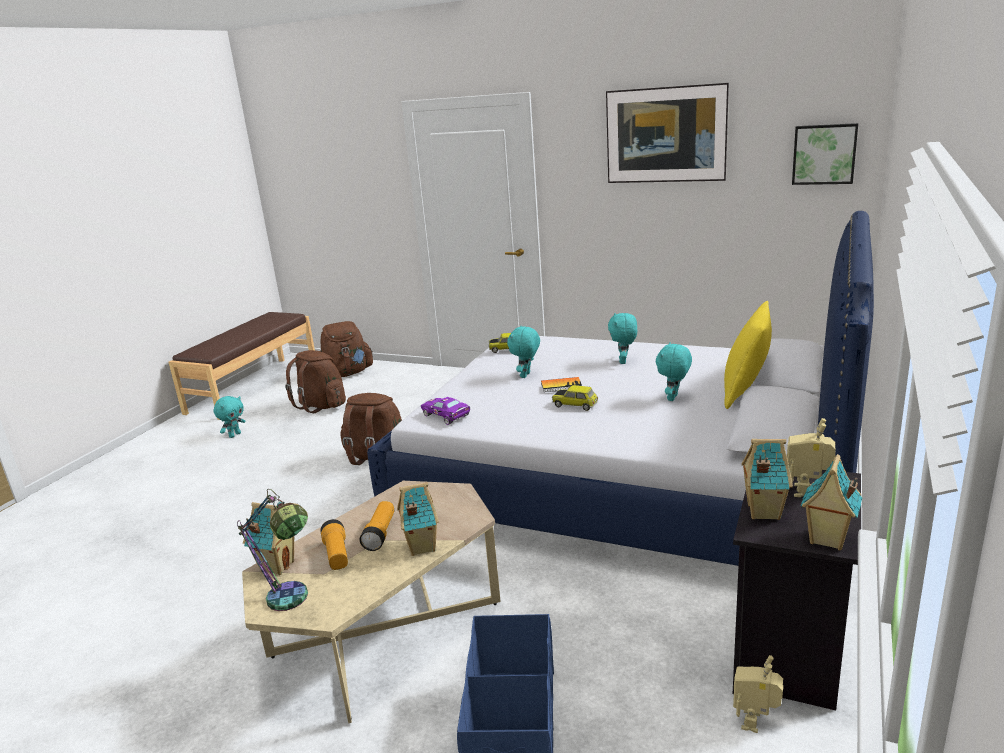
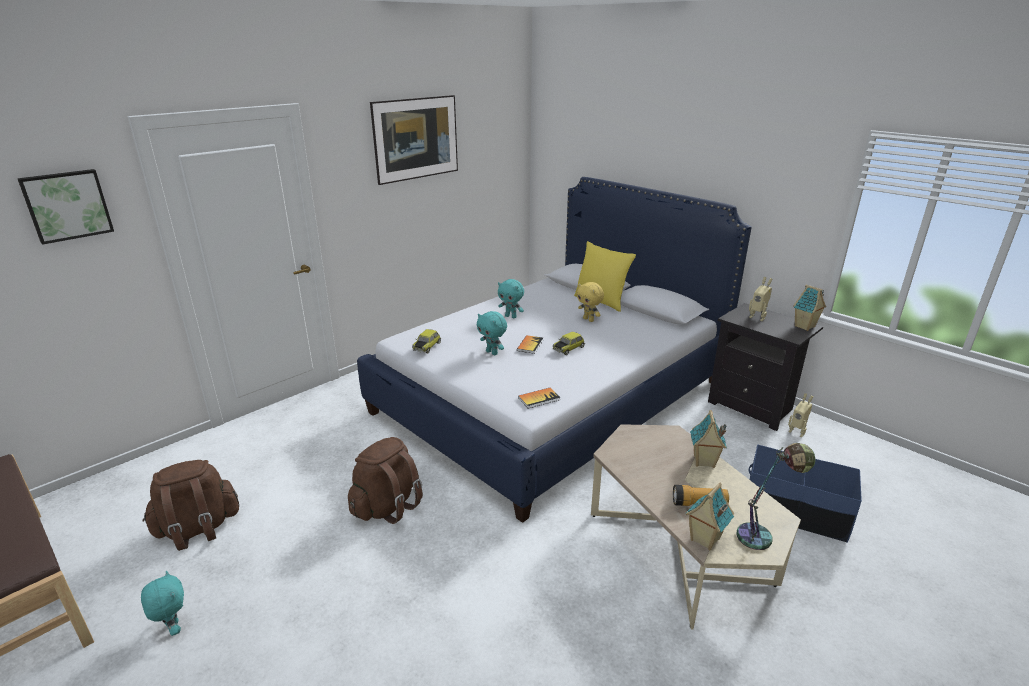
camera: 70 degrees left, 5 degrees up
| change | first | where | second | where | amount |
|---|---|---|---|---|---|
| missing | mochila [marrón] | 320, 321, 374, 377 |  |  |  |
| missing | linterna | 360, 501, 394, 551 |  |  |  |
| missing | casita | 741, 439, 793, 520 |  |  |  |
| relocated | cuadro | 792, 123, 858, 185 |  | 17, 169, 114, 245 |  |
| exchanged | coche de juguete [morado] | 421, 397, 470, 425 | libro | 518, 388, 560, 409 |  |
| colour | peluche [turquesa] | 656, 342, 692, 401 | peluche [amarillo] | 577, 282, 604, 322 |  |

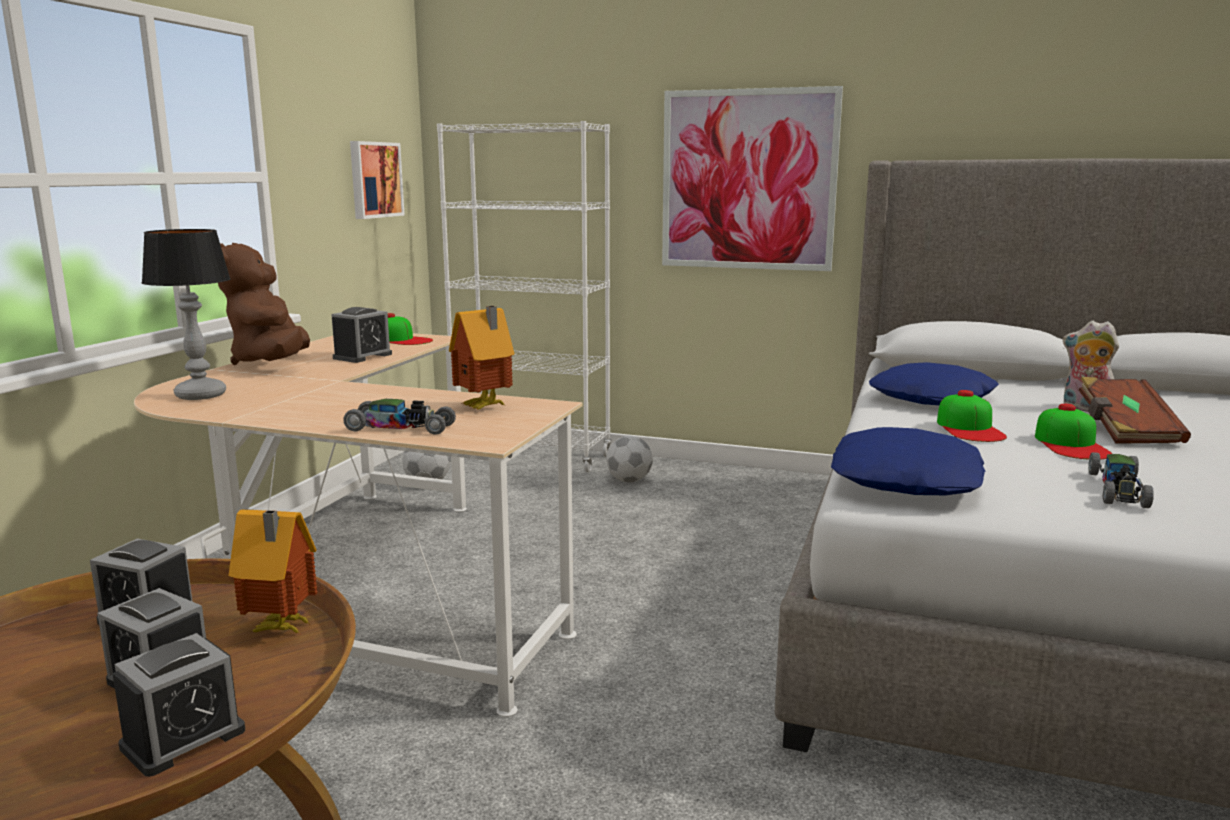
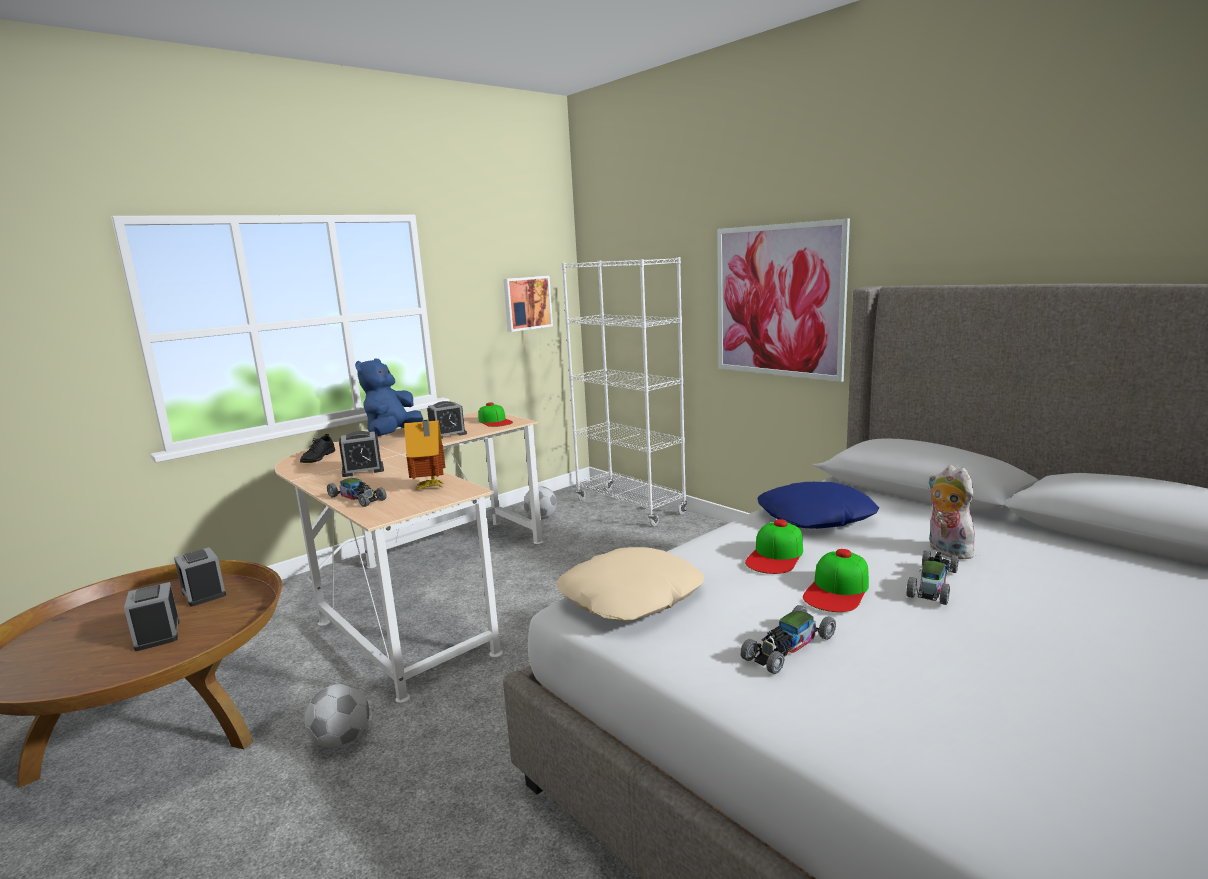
camera: 30 degrees right, 0 degrees up
| change | first | where | second | where | amount |
|---|---|---|---|---|---|
| missing | casita | 228, 509, 318, 634 |  |  |  |
| relocated | despertador | 112, 633, 245, 777 |  | 339, 431, 384, 477 |  |
| relocated | balón de fútbol | 606, 436, 653, 482 |  | 304, 684, 369, 749 |  |
| exchanged | lámpara de mesa | 142, 229, 231, 400 | zapato [negro] | 300, 434, 335, 463 |  |
| exchanged | libro [marrón] | 1079, 377, 1191, 444 | coche de juguete | 906, 551, 959, 605 |  |
| colour | peluche [marrón] | 218, 243, 310, 365 | peluche [azul] | 355, 359, 423, 436 |  |
| colour | cojín [azul] | 831, 427, 985, 495 | cojín [beis] | 556, 547, 704, 622 |  |

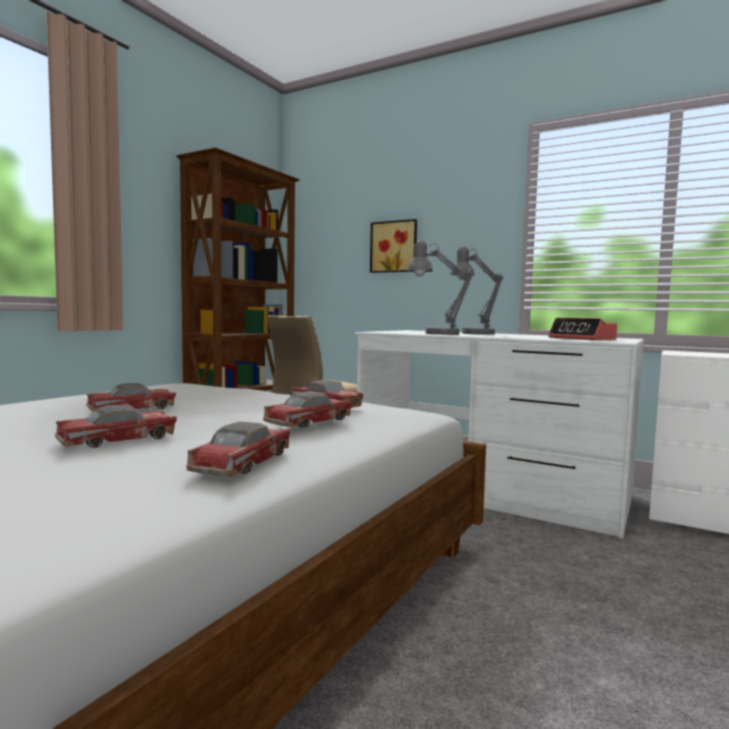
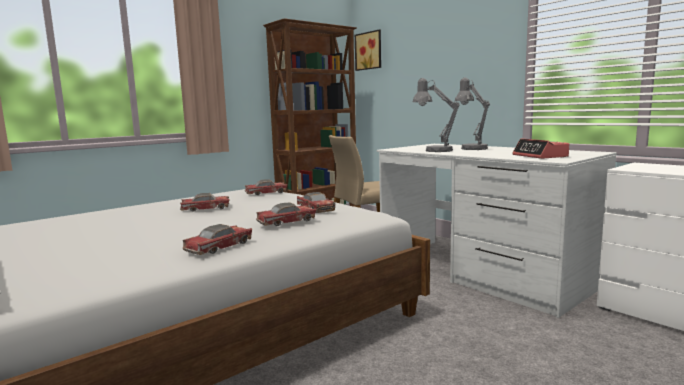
camera: 20 degrees right, 5 degrees up
| change | first | where | second | where | amount |
|---|---|---|---|---|---|
| relocated | coche de juguete | 55, 404, 177, 448 |  | 245, 179, 287, 195 |  |
| relocated | cuadro | 370, 219, 417, 273 |  | 355, 30, 381, 71 |  |

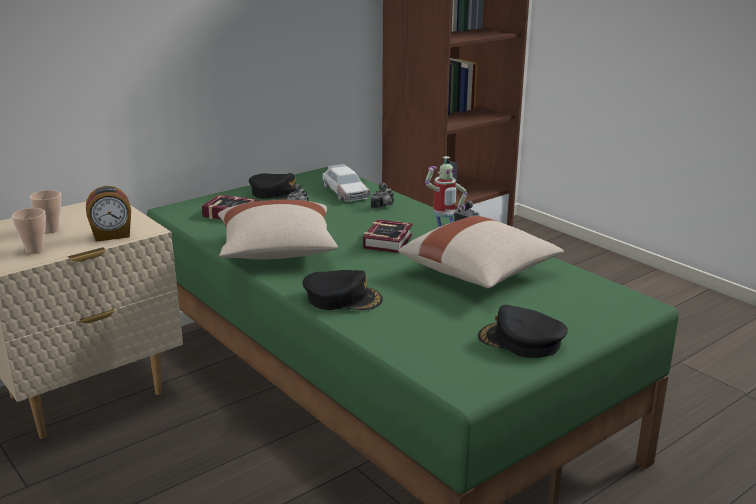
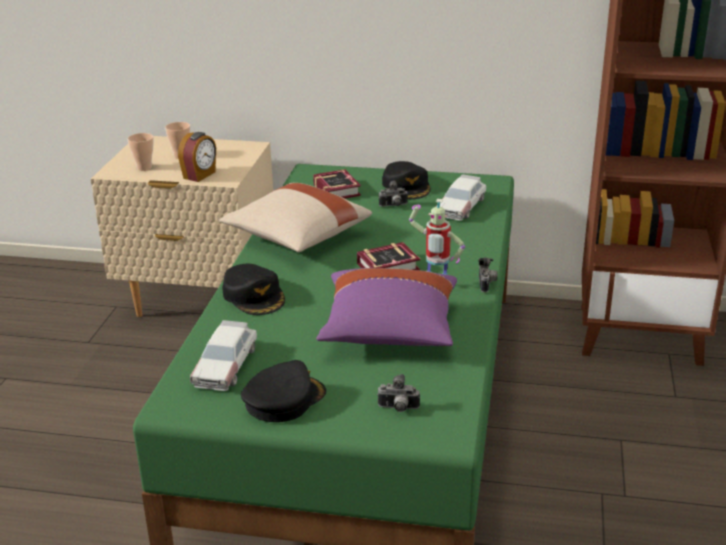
camera: 50 degrees right, 5 degrees up
| change | first | where | second | where | amount |
|---|---|---|---|---|---|
| appeared |  |  | coche de juguete | 190, 320, 257, 391 |  |
| relocated | cámara | 371, 182, 394, 209 |  | 377, 374, 420, 412 |  |
| colour | cojín [beis] | 398, 216, 564, 288 | cojín [morado] | 316, 268, 457, 346 |  |
| spun | despertador | 86, 186, 131, 242 |  | 178, 132, 216, 182 | 90 degrees counterclockwise |
| spun | gorra [negro] | 478, 305, 568, 358 |  | 241, 360, 326, 422 | 60 degrees clockwise |

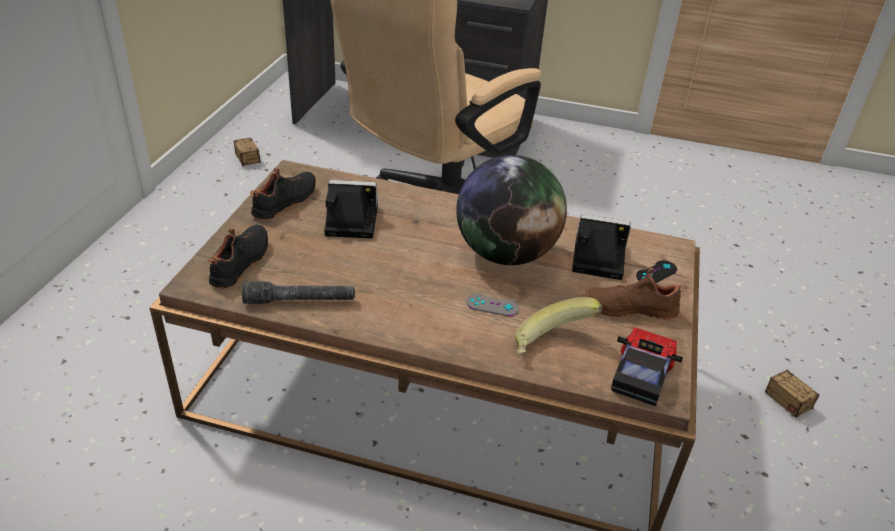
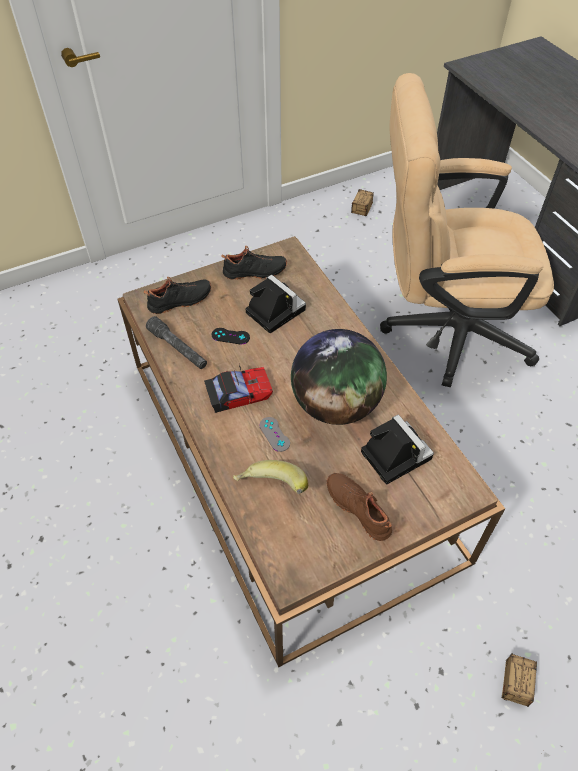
camera: 50 degrees right, 15 degrees up
| change | first | where | second | where | amount |
|---|---|---|---|---|---|
| relocated | coche de juguete | 611, 327, 683, 406 |  | 204, 365, 273, 413 |  |
| relocated | mando de consola [negro] | 636, 260, 677, 283 |  | 211, 328, 250, 344 |  |

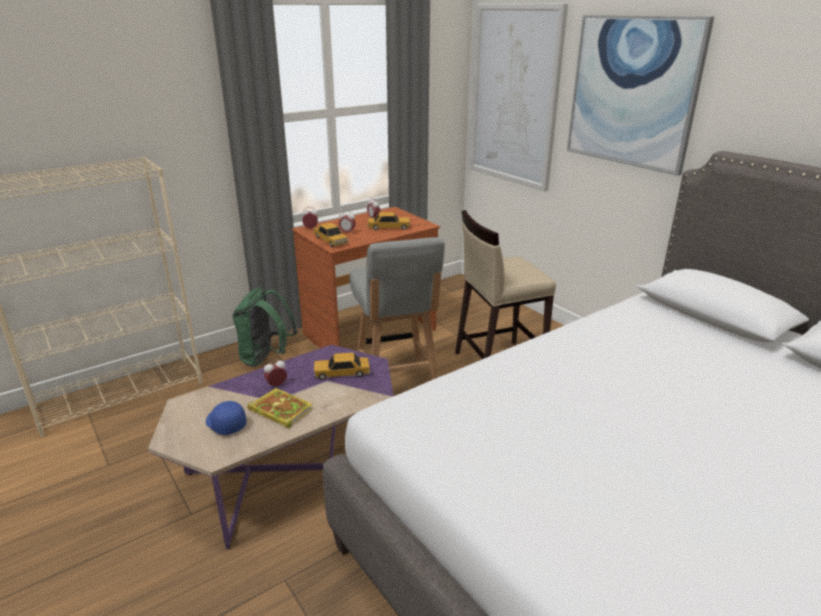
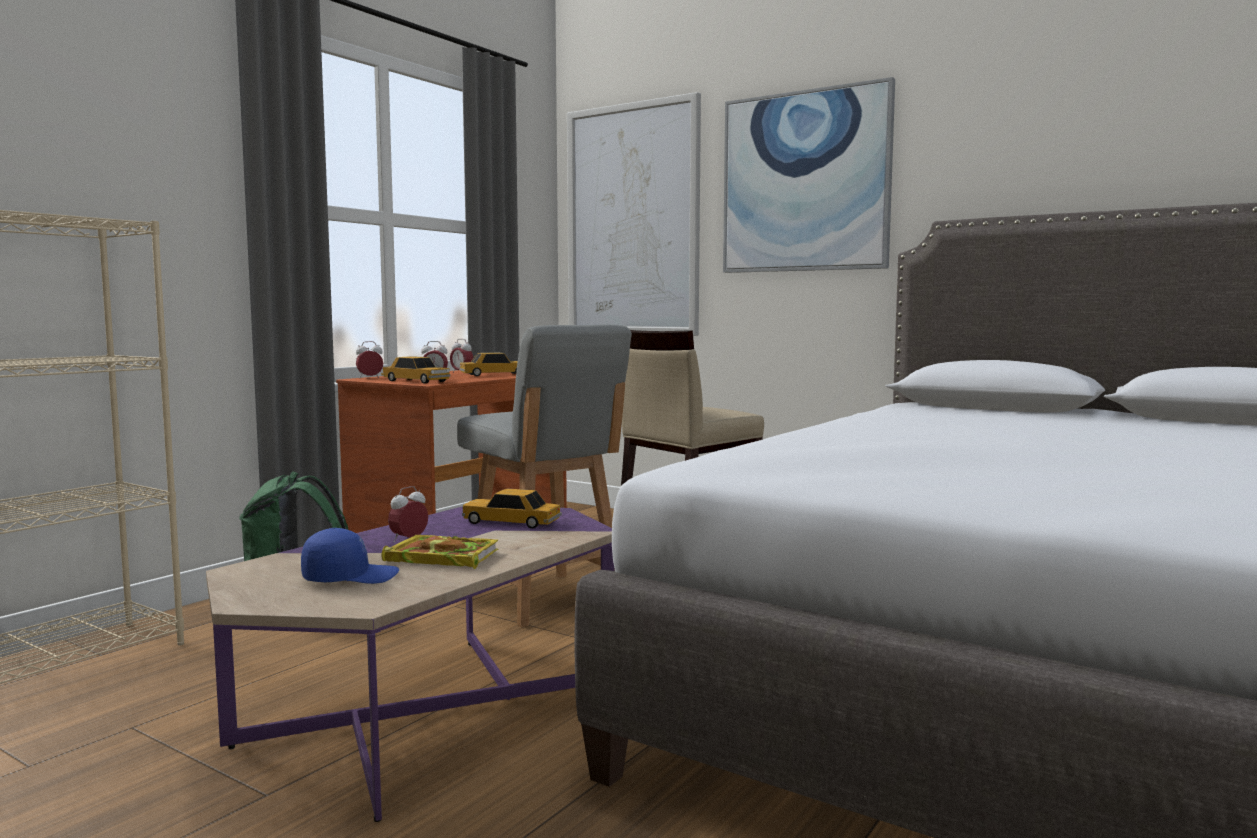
camera: 20 degrees left, 20 degrees down
| change | first | where | second | where | amount |
|---|---|---|---|---|---|
| spun | gorra [azul] | 206, 401, 246, 435 |  | 301, 528, 399, 584 | 135 degrees clockwise |
| spun | coche de juguete | 314, 352, 370, 380 |  | 462, 489, 562, 529 | 45 degrees clockwise |

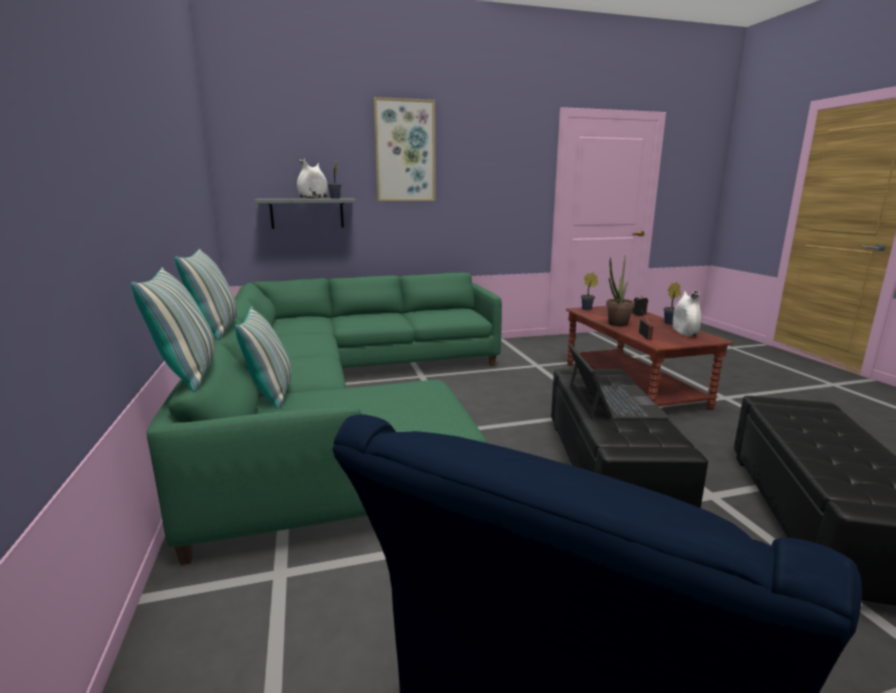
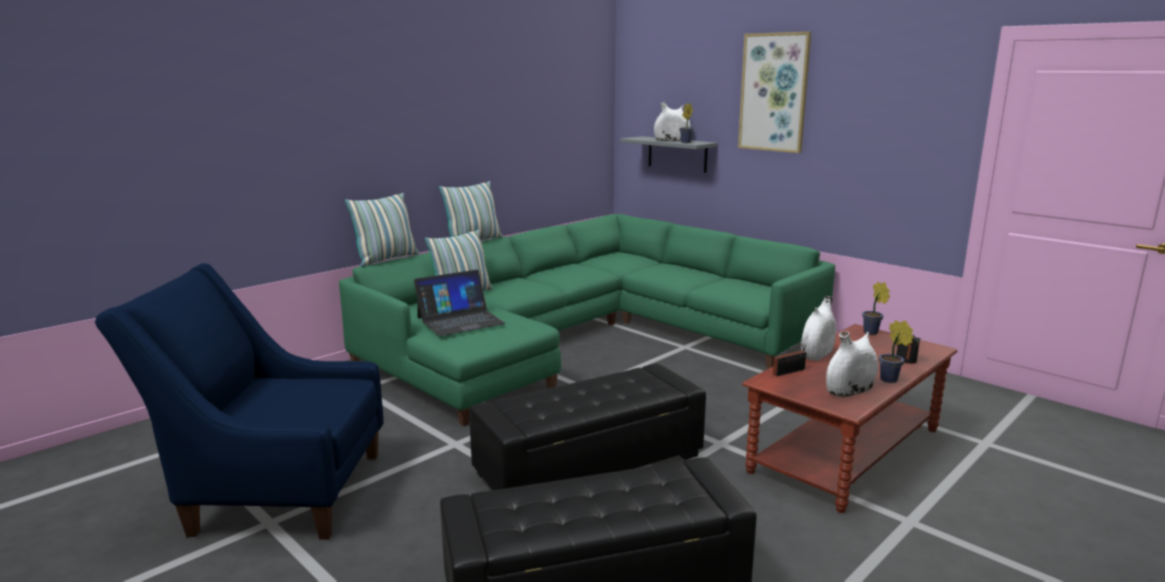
camera: 60 degrees right, 0 degrees up
| change | first | where | second | where | amount |
|---|---|---|---|---|---|
| relocated | portátil | 568, 344, 670, 419 |  | 414, 270, 506, 336 |  |
| exchanged | planta en maceta | 606, 257, 635, 326 | florero [blanco] | 801, 296, 836, 361 |  |

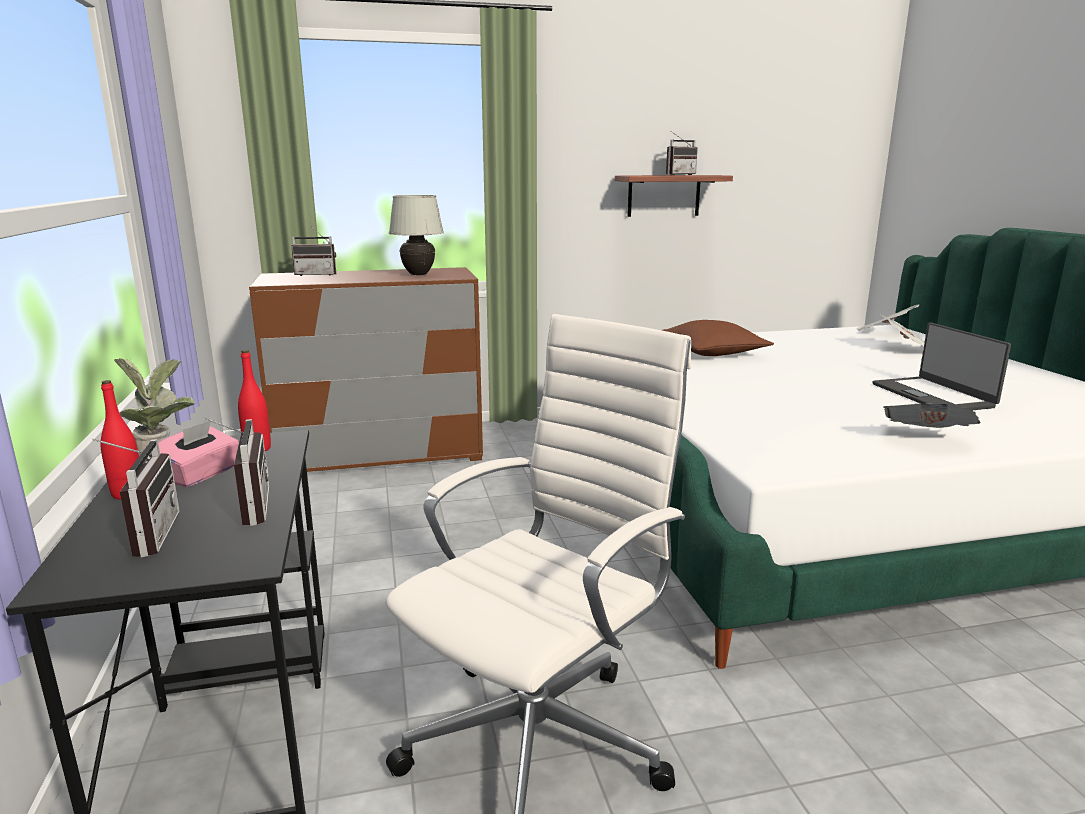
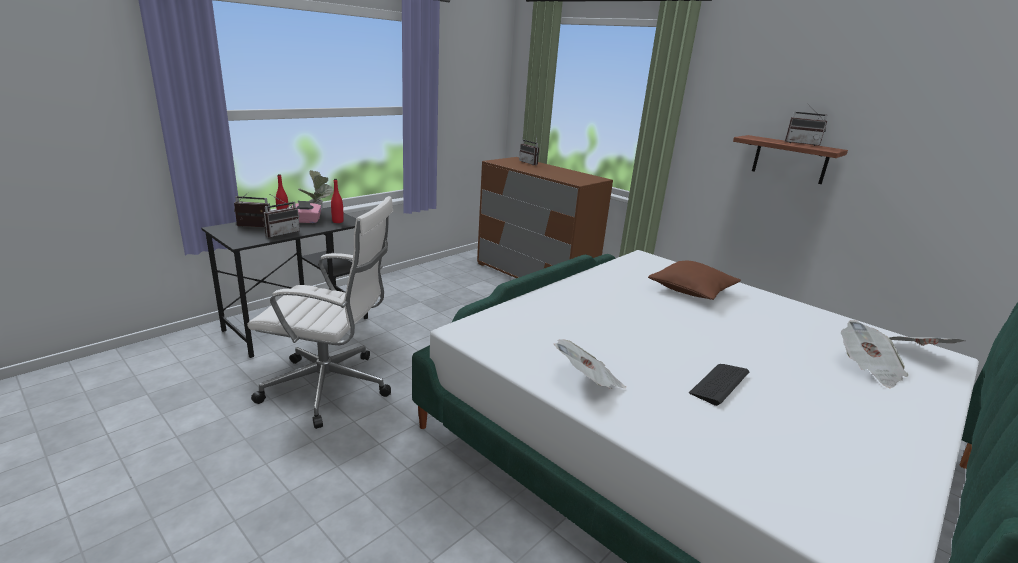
camera: 55 degrees right, 5 degrees up
| change | first | where | second | where | amount |
|---|---|---|---|---|---|
| missing | lámpara de mesa [blanco] | 389, 195, 444, 275 |  |  |  |
| exchanged | portátil | 872, 322, 1011, 410 | teclado | 689, 364, 749, 406 |  |
| spun | radio | 92, 439, 180, 557 |  | 234, 193, 270, 228 | 135 degrees counterclockwise |

